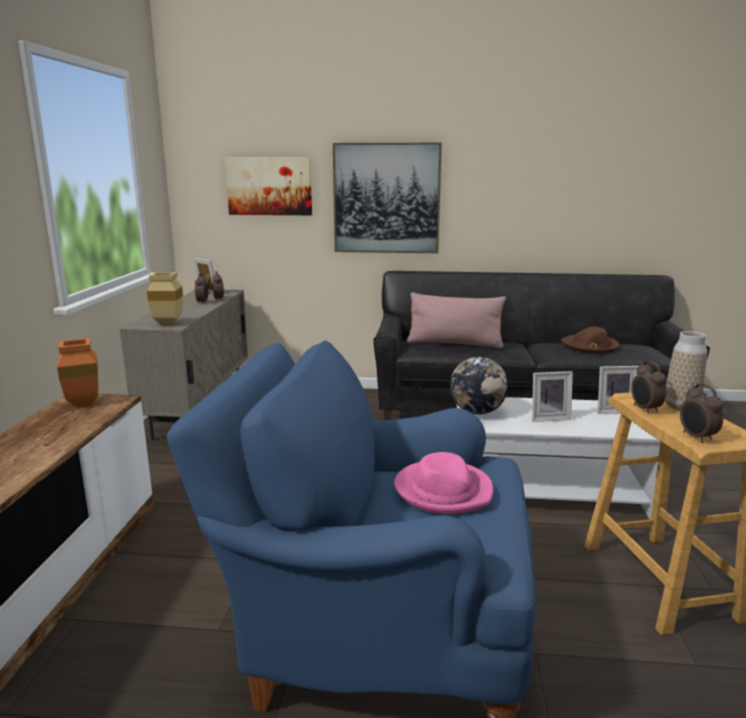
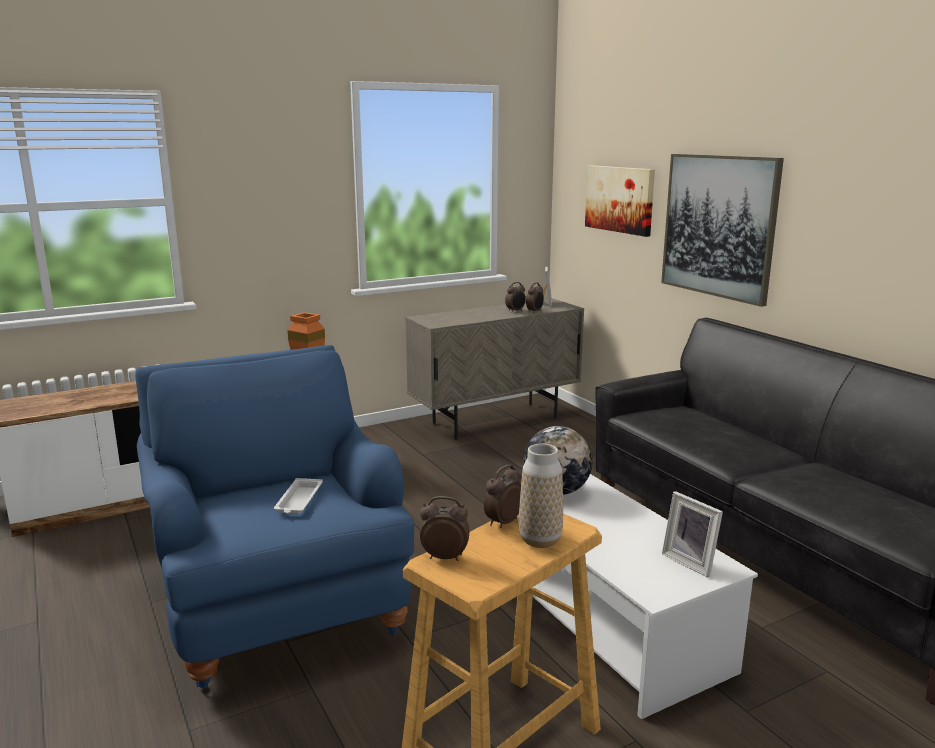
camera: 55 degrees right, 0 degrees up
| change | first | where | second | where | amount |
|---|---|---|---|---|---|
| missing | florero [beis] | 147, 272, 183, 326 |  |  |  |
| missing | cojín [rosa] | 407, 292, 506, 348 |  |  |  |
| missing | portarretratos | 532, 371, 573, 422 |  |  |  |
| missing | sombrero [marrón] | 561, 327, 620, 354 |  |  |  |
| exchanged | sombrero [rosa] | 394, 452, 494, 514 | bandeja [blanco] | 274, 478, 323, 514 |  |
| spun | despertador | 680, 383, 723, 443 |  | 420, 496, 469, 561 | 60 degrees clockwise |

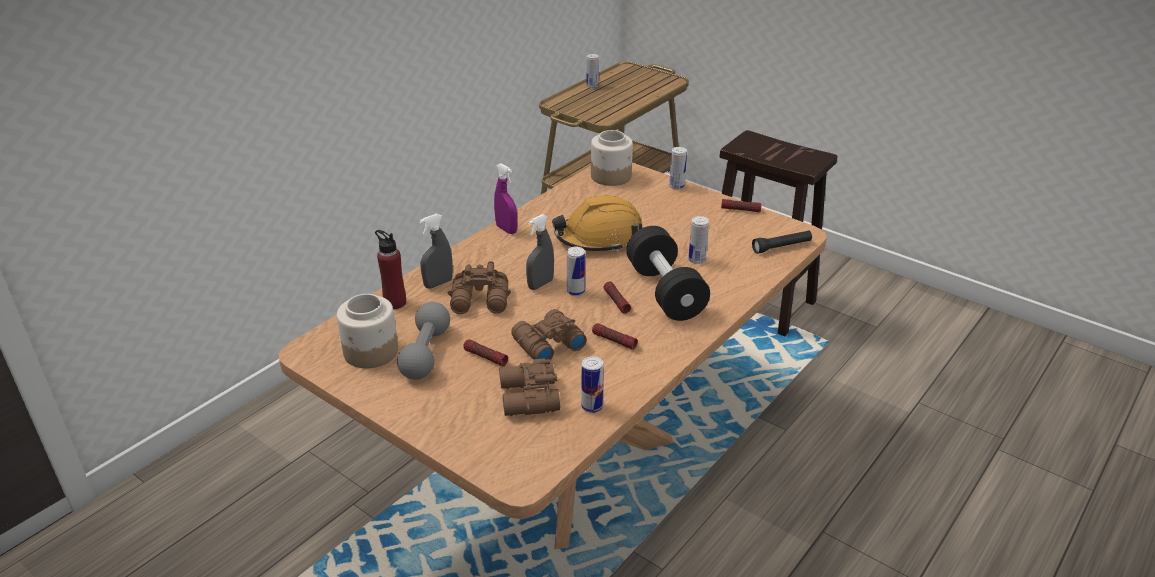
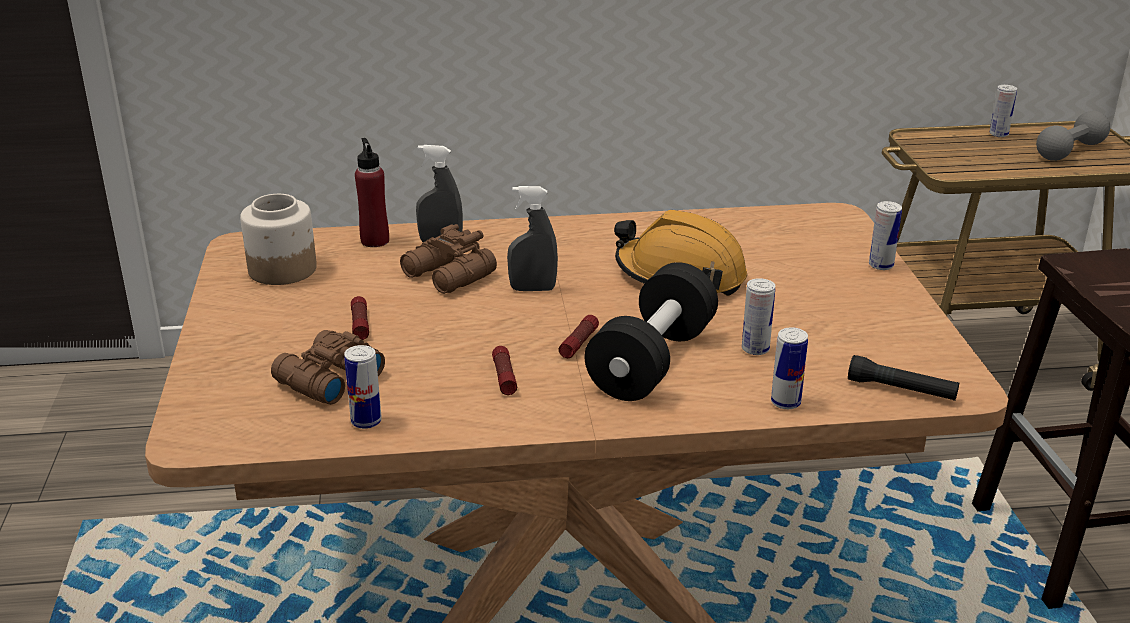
camera: 45 degrees right, 5 degrees down
| change | first | where | second | where | amount |
|---|---|---|---|---|---|
| missing | pulverizador [morado] | 494, 163, 517, 234 |  |  |  |
| missing | prismáticos [marrón] | 511, 309, 587, 360 |  |  |  |
| missing | tarro | 591, 130, 633, 186 |  |  |  |
| missing | linterna | 721, 199, 762, 212 |  |  |  |
| relocated | mancuerna [gris] | 397, 302, 450, 380 |  | 1036, 111, 1110, 161 |  |
| relocated | lata | 567, 247, 585, 296 |  | 771, 327, 808, 409 |  |

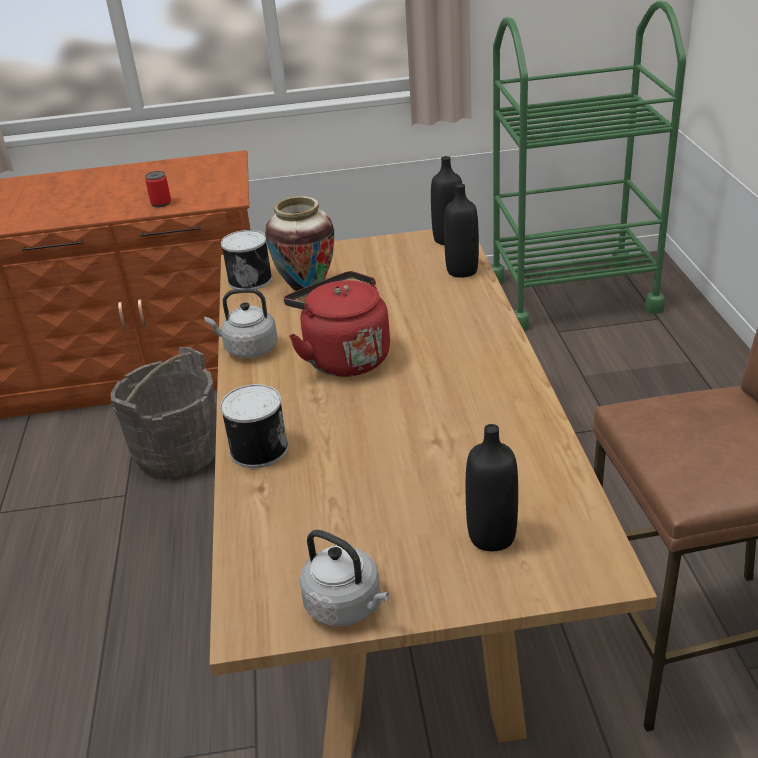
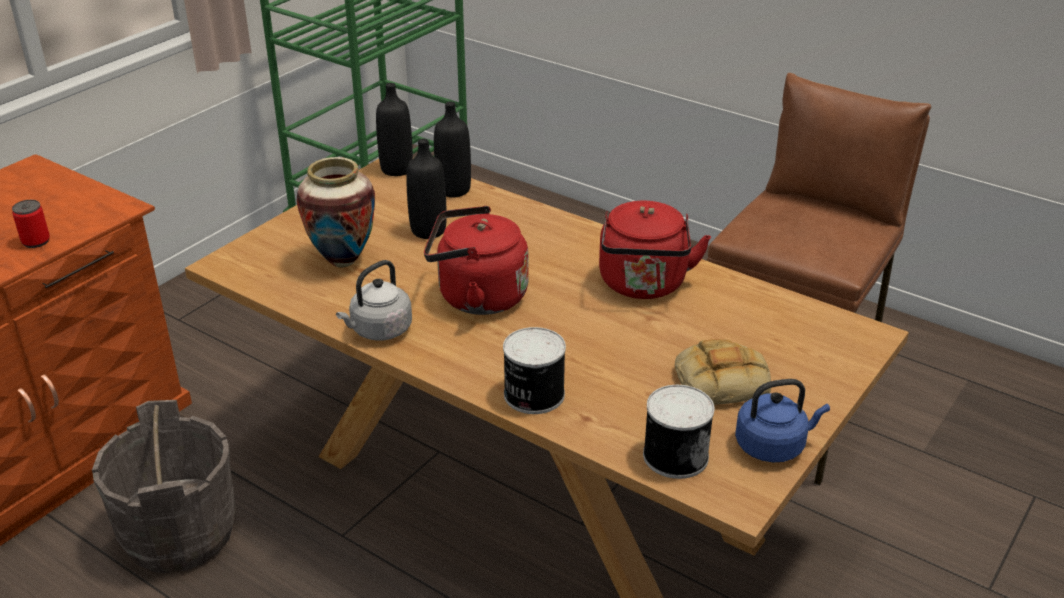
camera: 50 degrees left, 0 degrees up
| change | first | where | second | where | amount |
|---|---|---|---|---|---|
| appeared |  |  | hervidor [rojo] | 599, 201, 711, 299 |  |
| appeared |  |  | pan | 675, 339, 771, 405 |  |
| relocated | lata | 221, 230, 272, 289 |  | 643, 385, 715, 479 |  |
| relocated | botella [negro] | 465, 424, 518, 551 |  | 406, 139, 447, 239 |  |
| colour | hervidor [gris] | 299, 530, 389, 626 | hervidor [azul] | 735, 379, 830, 462 |  |

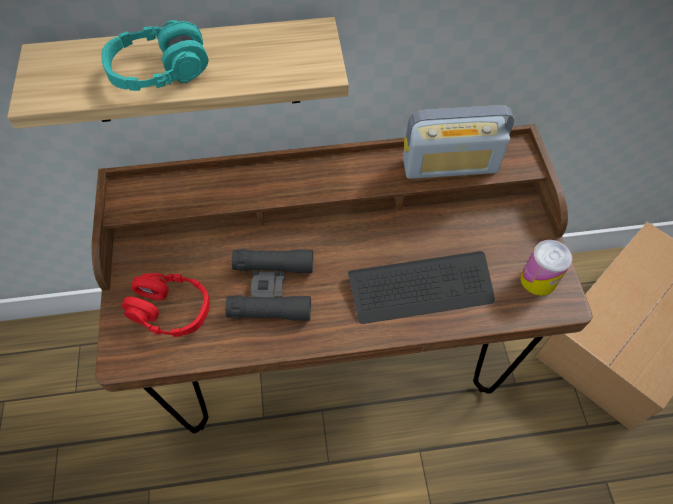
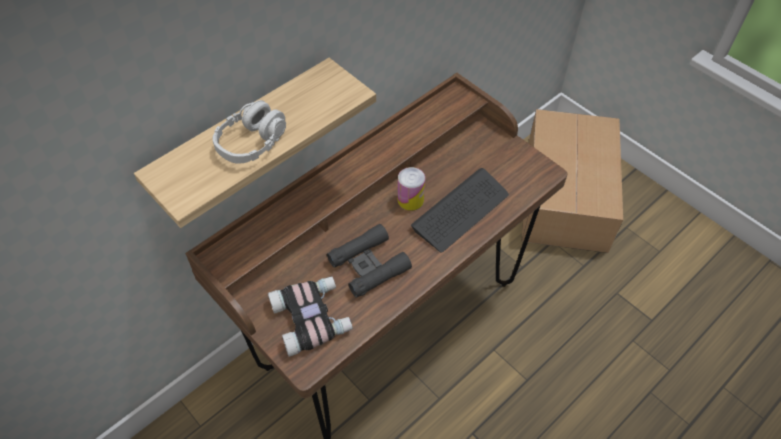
camera: 35 degrees left, 5 degrees down
| change | first | where | second | where | amount |
|---|---|---|---|---|---|
| missing | radio | 403, 105, 514, 179 |  |  |  |
| relocated | lata | 520, 240, 572, 296 |  | 398, 167, 425, 211 |  |
| exchanged | auriculares [rojo] | 121, 273, 210, 337 | prismáticos | 268, 276, 353, 357 |  |
| colour | auriculares [turquesa] | 101, 20, 209, 91 | auriculares [gris] | 213, 100, 286, 164 |  |

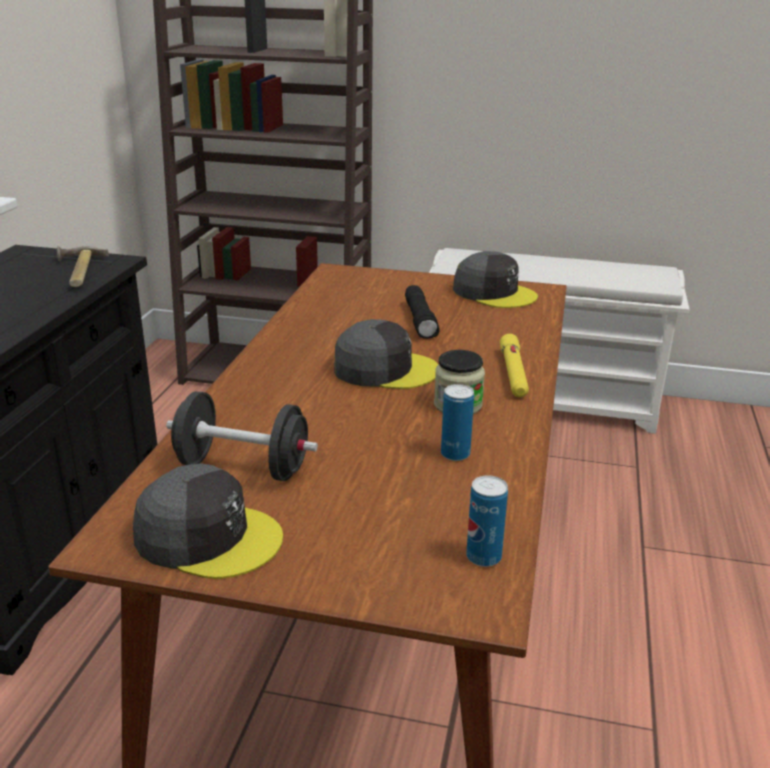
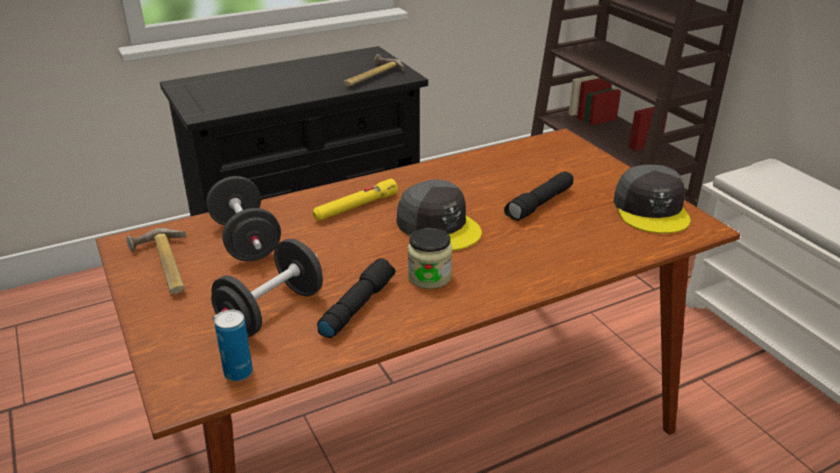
camera: 50 degrees right, 5 degrees up
| change | first | where | second | where | amount |
|---|---|---|---|---|---|
| appeared |  |  | mancuerna [negro] | 211, 238, 323, 337 |  |
| relocated | linterna [amarillo] | 500, 334, 529, 397 |  | 313, 179, 398, 221 |  |
| exchanged | gorra [gris] | 133, 463, 283, 579 | martillo | 127, 228, 186, 294 |  |
| exchanged | lata | 441, 384, 474, 461 | linterna [negro] | 317, 258, 396, 338 |  |

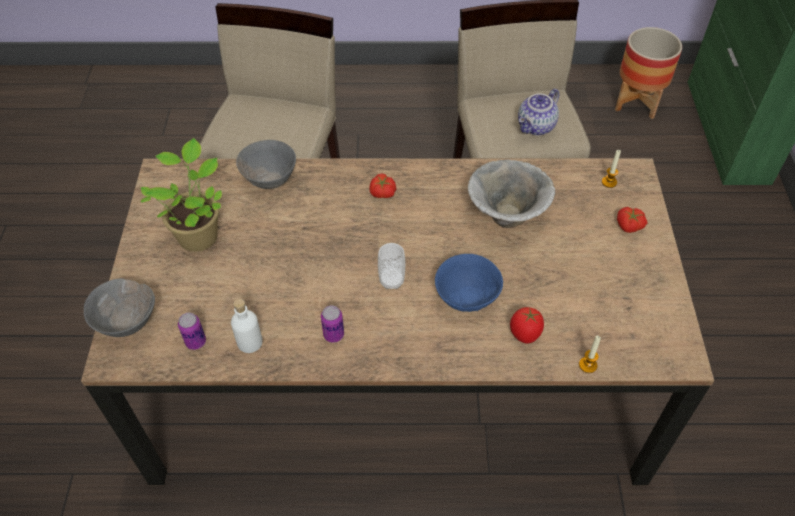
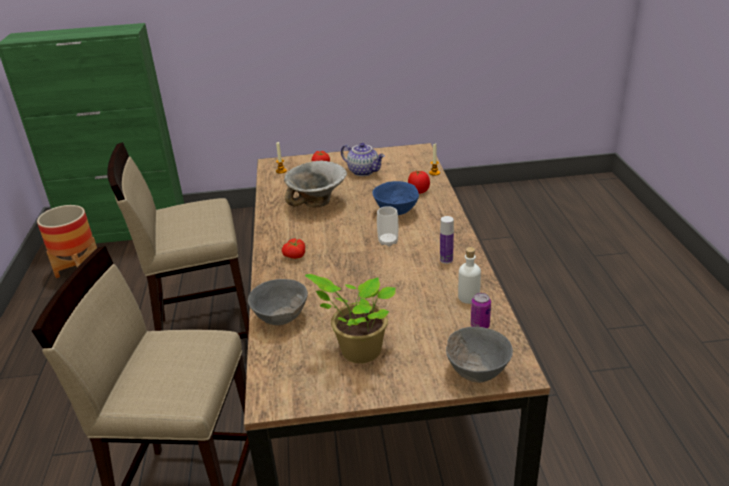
camera: 95 degrees left, 20 degrees down
| change | first | where | second | where | amount |
|---|---|---|---|---|---|
| relocated | tetera | 518, 89, 559, 135 |  | 341, 143, 385, 176 |  |
| exchanged | lata | 321, 305, 344, 343 | botella | 440, 216, 454, 264 |  |

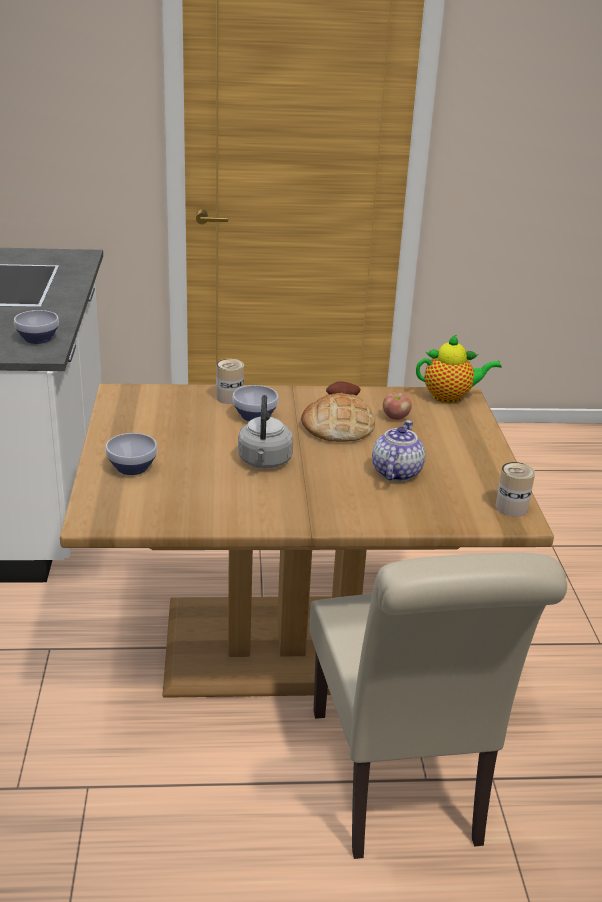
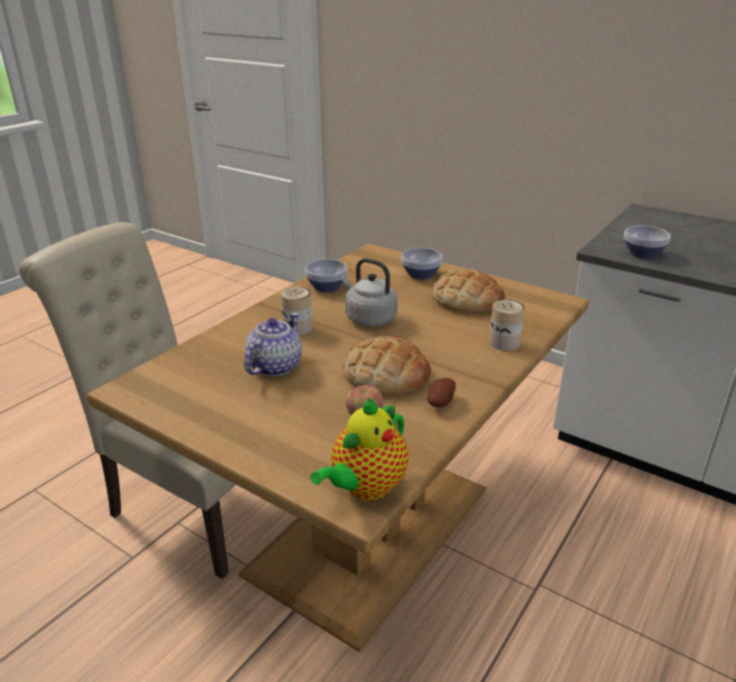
camera: 130 degrees right, 0 degrees up
| change | first | where | second | where | amount |
|---|---|---|---|---|---|
| appeared |  |  | pan | 432, 269, 505, 313 |  |
| relocated | cuenco | 232, 385, 279, 421 |  | 305, 259, 348, 292 |  |
| relocated | lata | 495, 462, 535, 517 |  | 280, 287, 312, 335 |  |
| spun | tetera | 372, 420, 425, 482 |  | 244, 313, 302, 376 | 120 degrees counterclockwise |

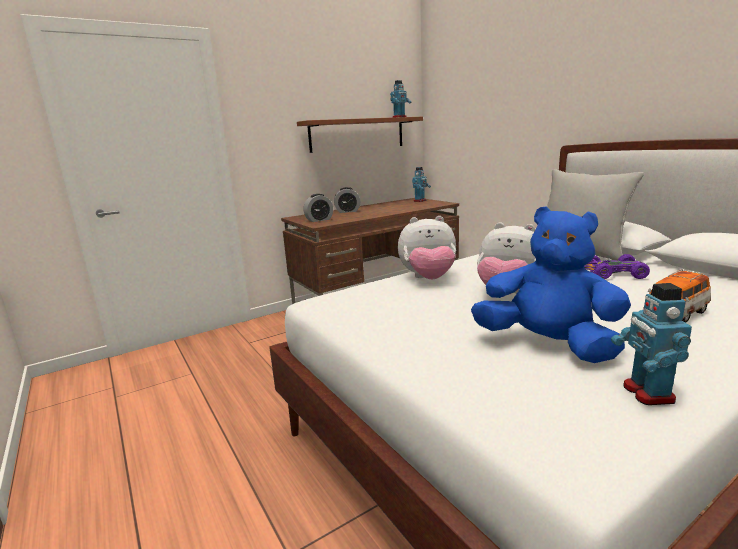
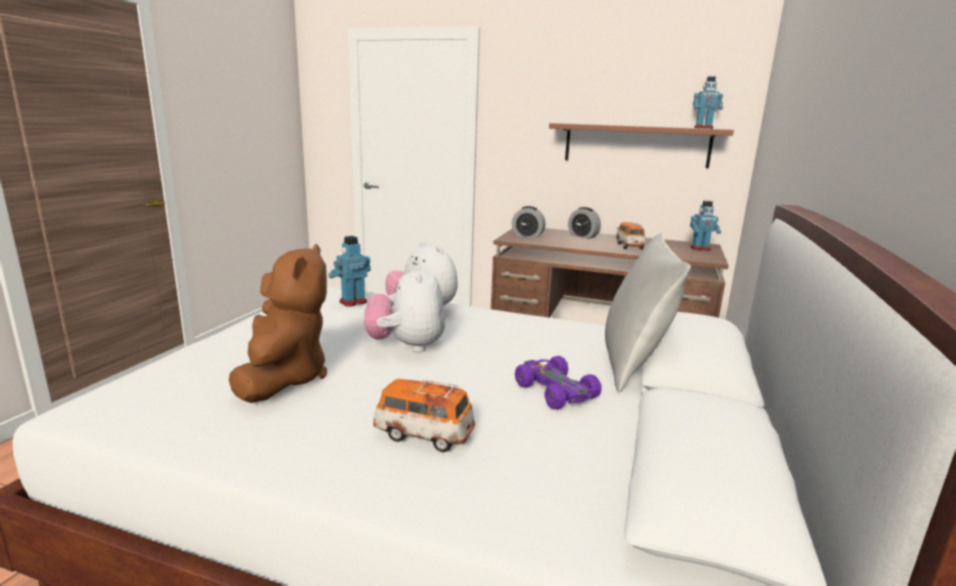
camera: 50 degrees right, 0 degrees up
| change | first | where | second | where | amount |
|---|---|---|---|---|---|
| appeared |  |  | coche de juguete | 616, 222, 645, 249 |  |
| relocated | robot de juguete | 611, 283, 692, 405 |  | 328, 236, 371, 306 |  |
| colour | peluche [azul] | 471, 206, 631, 363 | peluche [marrón] | 229, 244, 327, 403 |  |

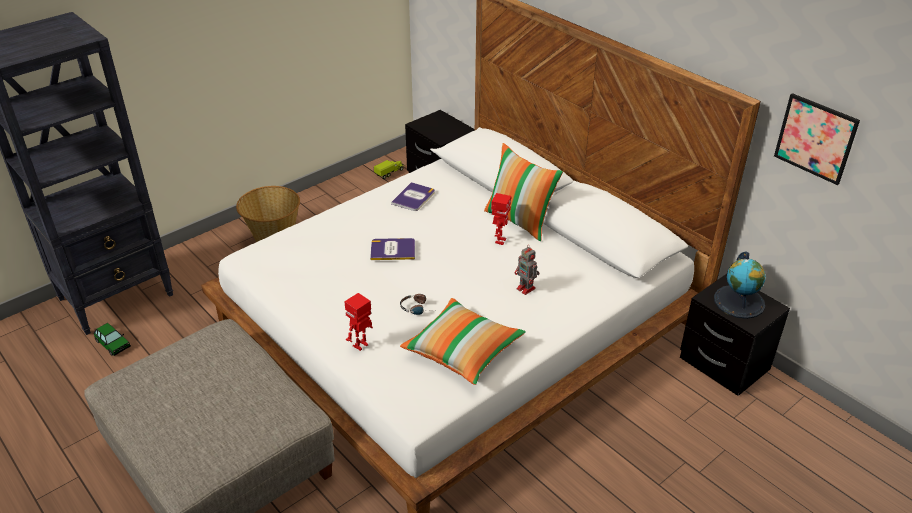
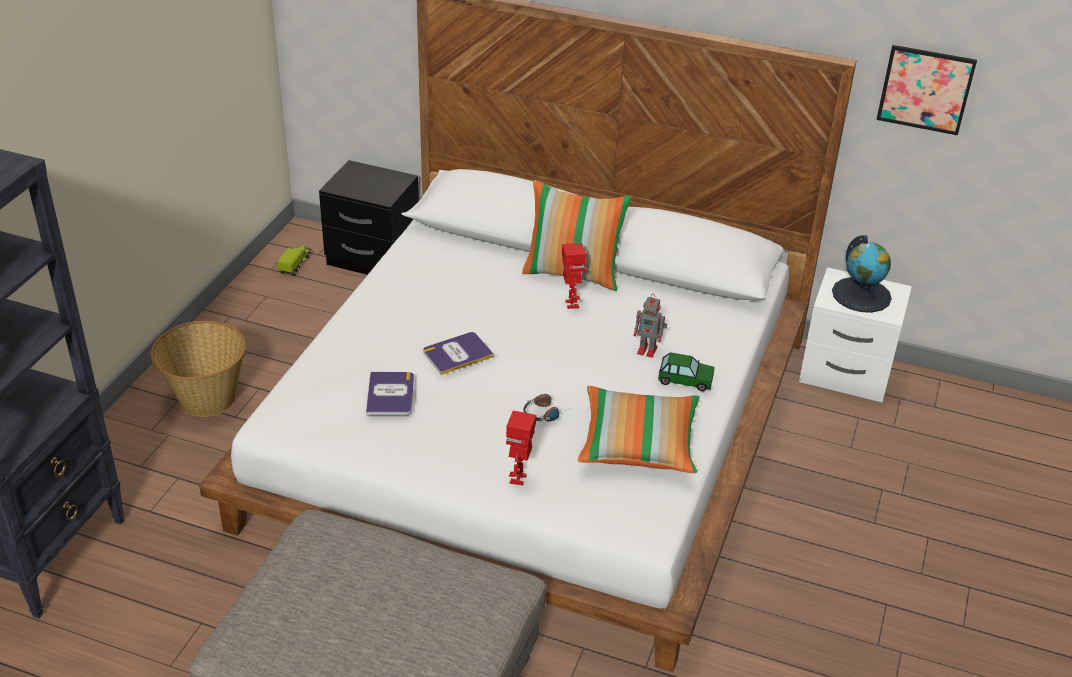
camera: 30 degrees left, 0 degrees up
| change | first | where | second | where | amount |
|---|---|---|---|---|---|
| relocated | coche de juguete | 94, 323, 131, 356 |  | 658, 352, 714, 391 |  |
| relocated | libro | 391, 182, 435, 211 |  | 366, 372, 414, 415 |  |
| colour | mesita de noche [negro] | 680, 274, 790, 396 | mesita de noche [blanco] | 799, 267, 912, 402 |  |

